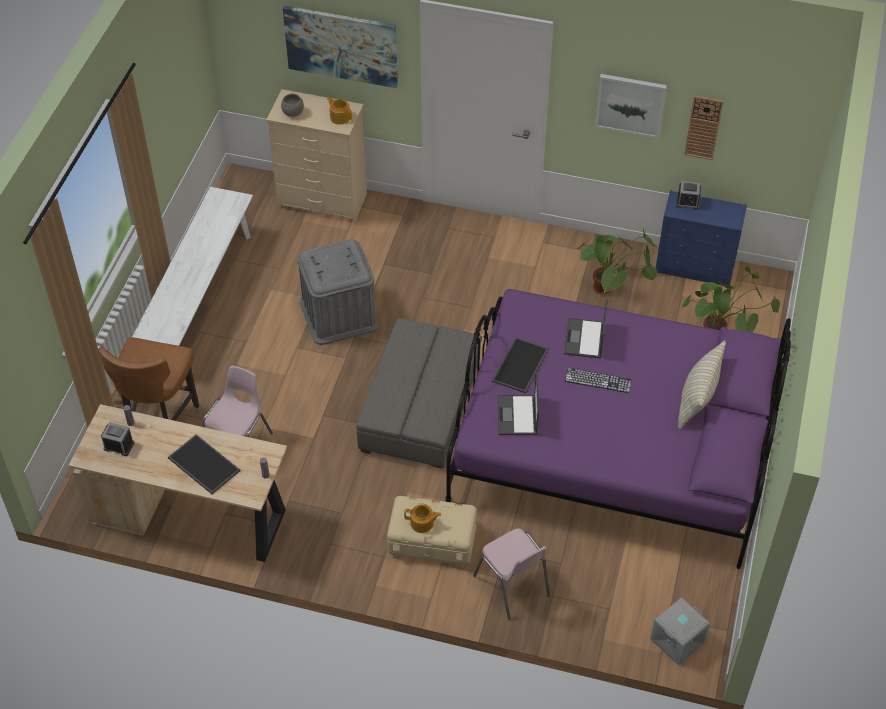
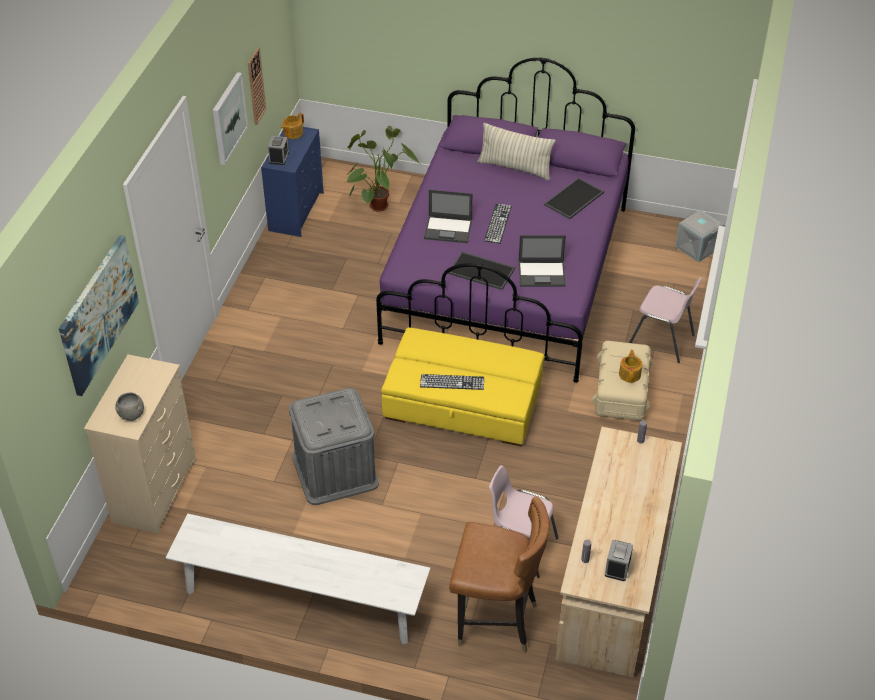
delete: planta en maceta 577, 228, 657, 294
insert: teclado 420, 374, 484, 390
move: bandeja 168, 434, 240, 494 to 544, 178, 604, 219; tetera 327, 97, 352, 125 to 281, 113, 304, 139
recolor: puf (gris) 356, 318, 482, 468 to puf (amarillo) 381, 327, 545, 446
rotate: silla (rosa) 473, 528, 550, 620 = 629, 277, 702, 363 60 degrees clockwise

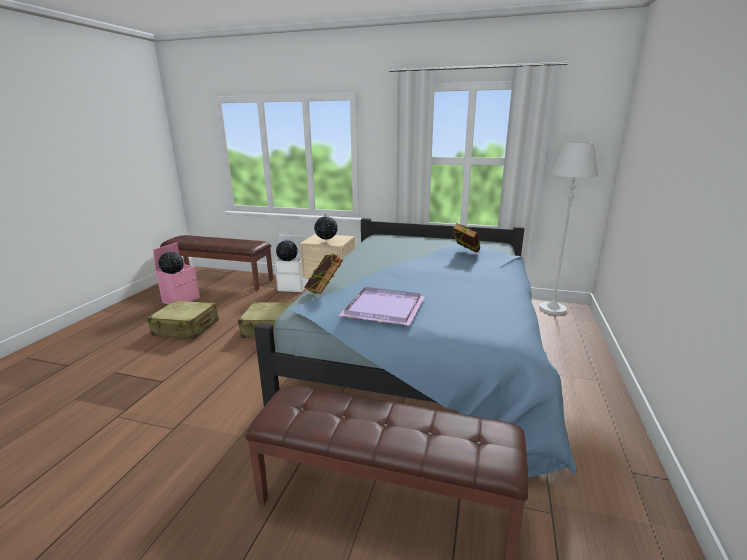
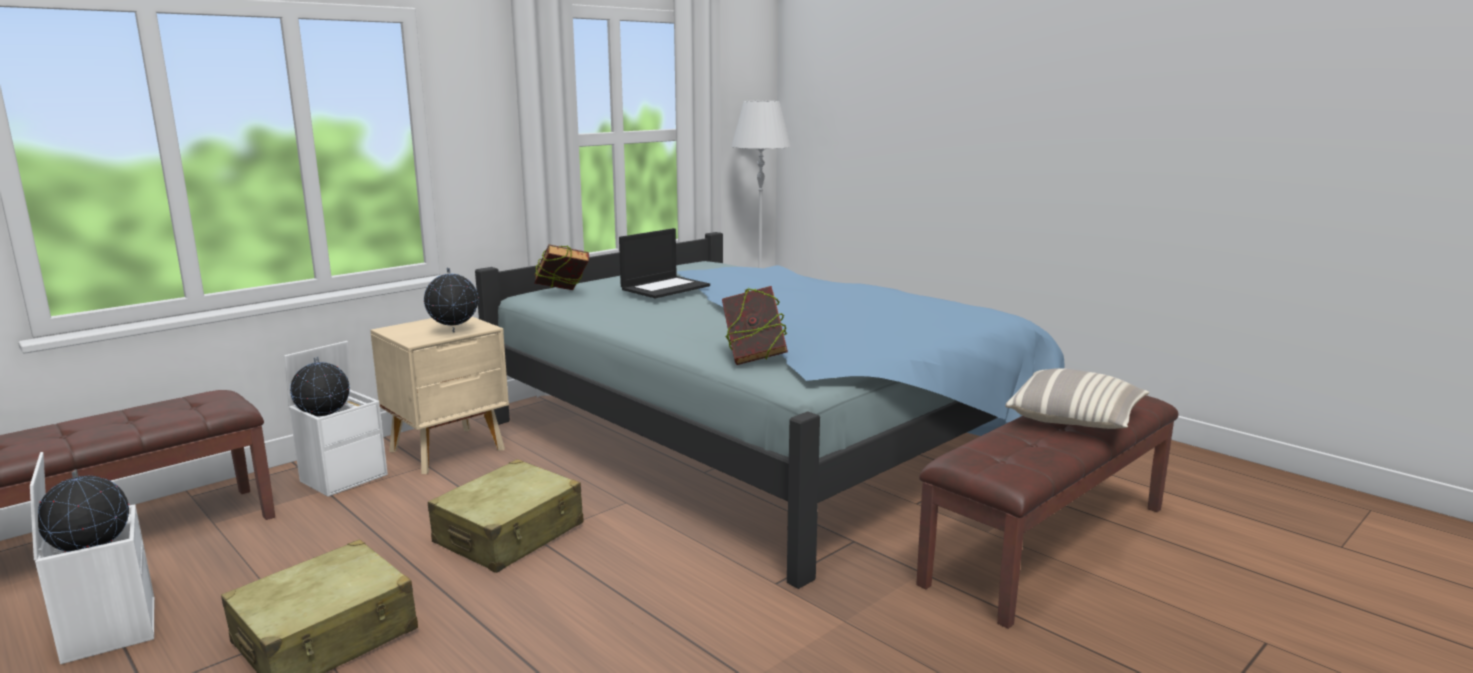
delete: bandeja (morado) 339, 287, 425, 326
insert: portátil 619, 228, 710, 298; cojín 1005, 368, 1149, 429
move: libro 453, 223, 480, 253 to 534, 244, 589, 290
recolor: caja de almacenaje (rosa) 153, 242, 200, 305 to caja de almacenaje (blanco) 30, 452, 154, 664

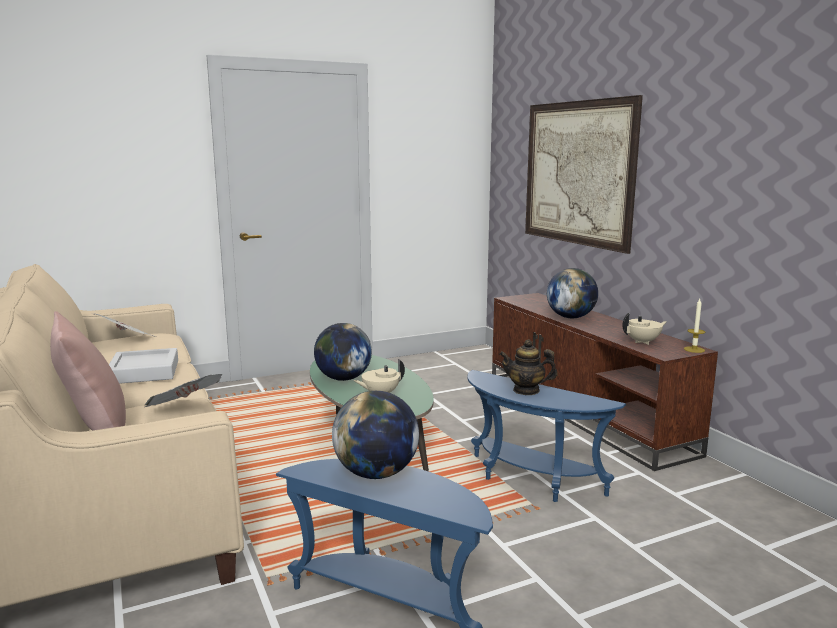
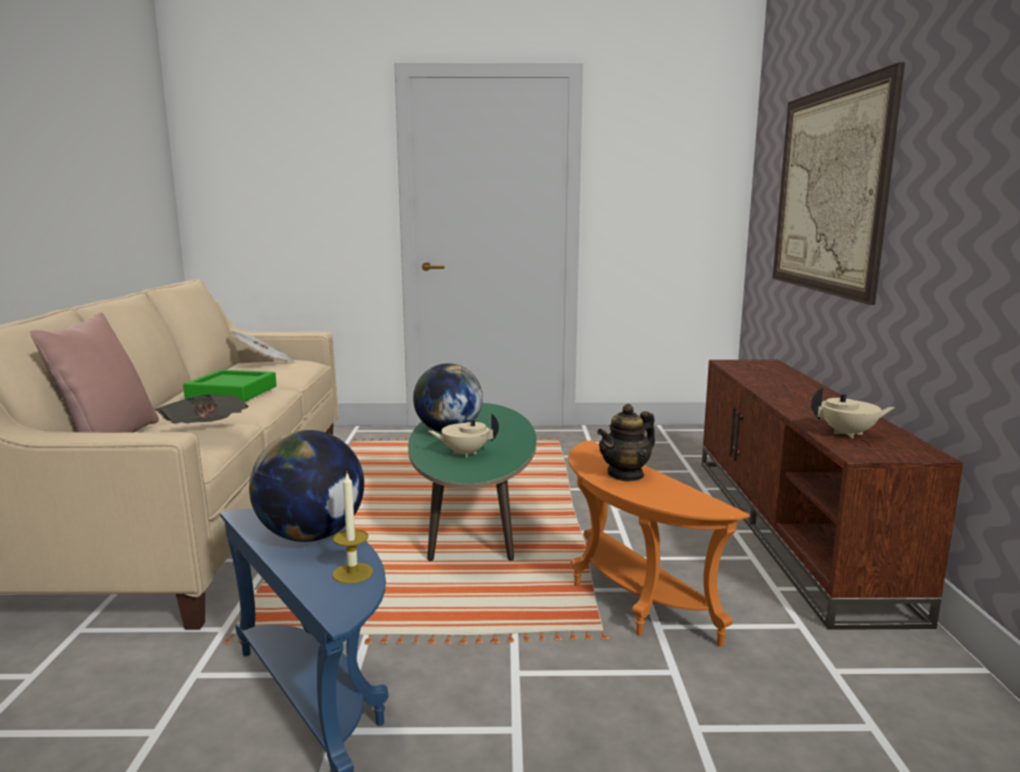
delete: globo terráqueo 547, 268, 598, 318
move: vela 684, 299, 705, 353 to 332, 473, 373, 584
recolor: bandeja (gris) 109, 348, 178, 384 to bandeja (verde) 183, 370, 277, 402; mesa auxiliar (azul) 467, 370, 626, 502 to mesa auxiliar (naranja) 568, 440, 749, 647
rotate: tetera 499, 340, 558, 395 = 597, 404, 655, 482 75 degrees counterclockwise

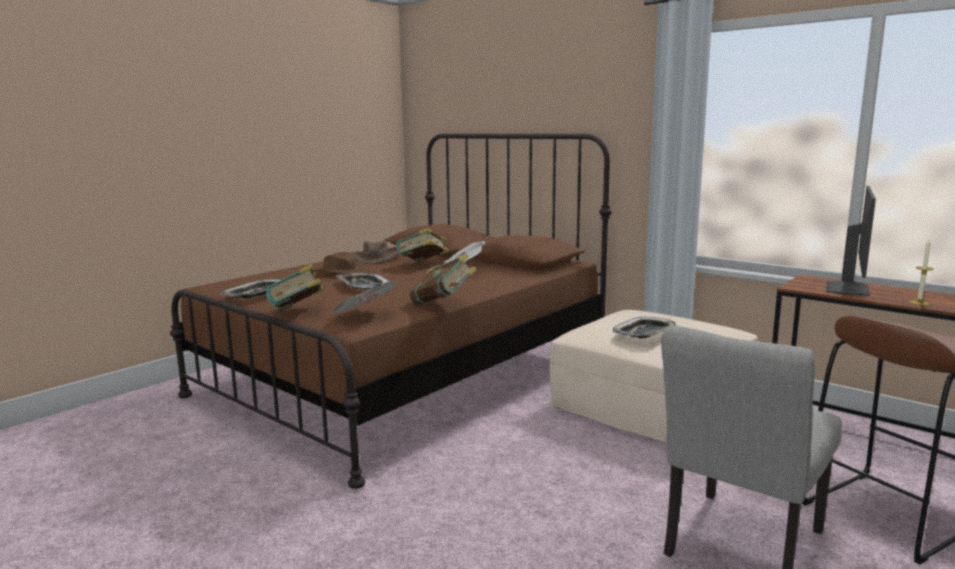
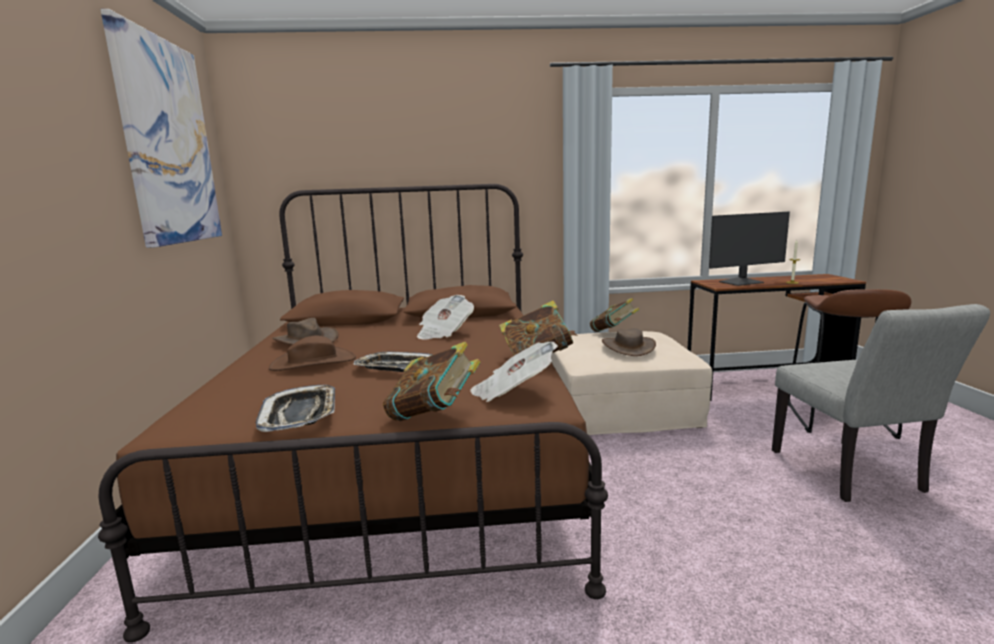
insert: cuadro 101, 9, 222, 248
move: libro 396, 228, 449, 262 to 590, 298, 639, 332
replace: bandeja 613, 317, 676, 339 to sombrero (marrón) 602, 328, 656, 356
rotate: monitor 826, 186, 876, 296 = 709, 212, 790, 286 90 degrees clockwise

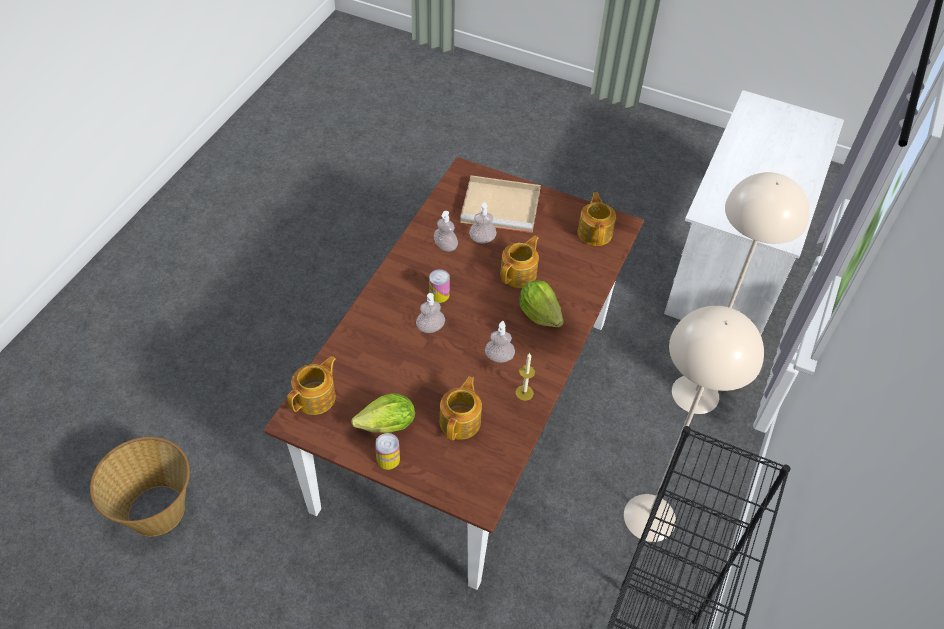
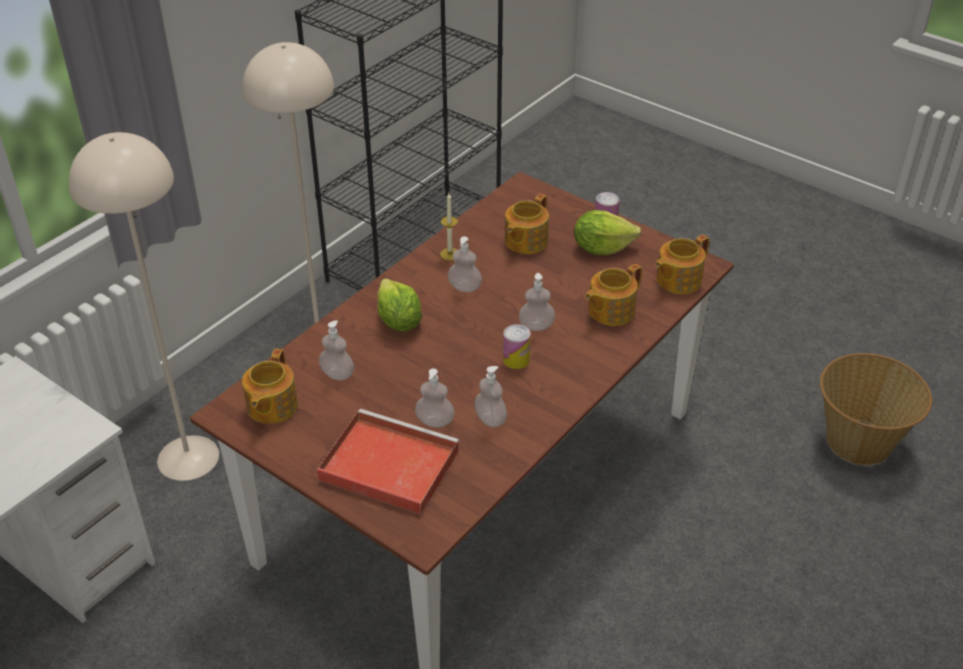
insert: dispensador de jabón 319, 320, 354, 380
move: tetera 500, 236, 539, 288 to 585, 264, 642, 326
recolor: bandeja (beis) 460, 175, 541, 233 to bandeja (rojo) 317, 409, 460, 514

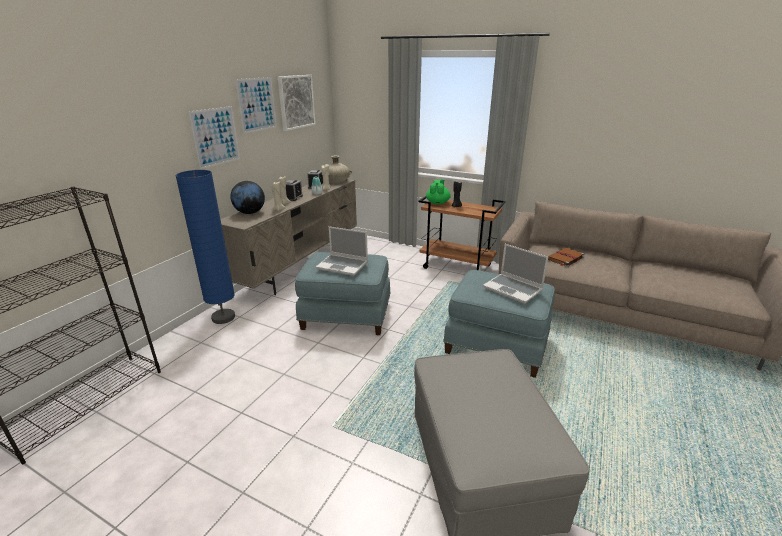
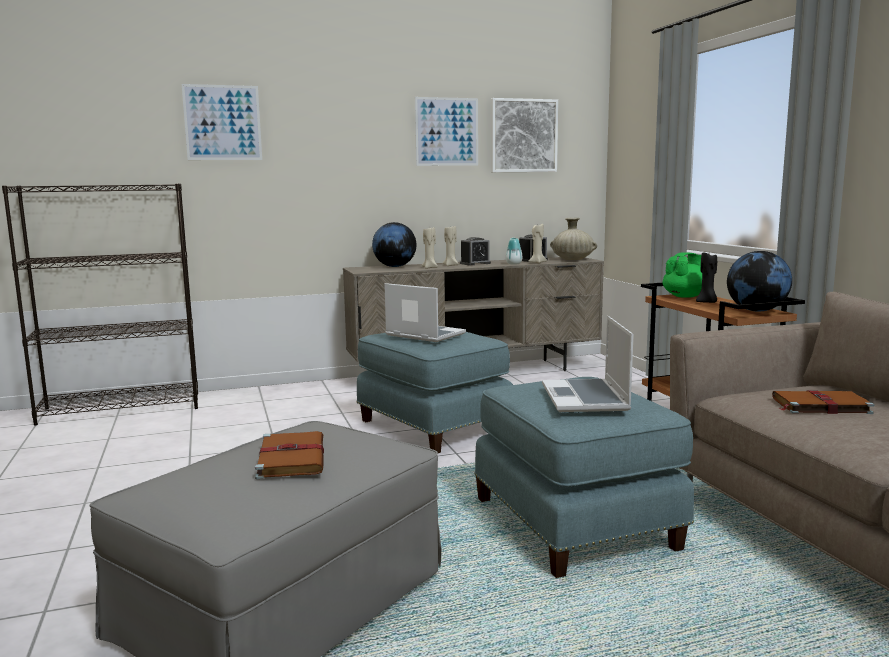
delete: lámpara de pie (azul) 175, 170, 235, 324
insert: libro (marrón) 255, 431, 324, 479; globo terráqueo 727, 251, 792, 312
move: cuadro 188, 106, 240, 169 to 182, 84, 262, 160
rotate: portátil 316, 226, 368, 276 = 384, 283, 466, 342 150 degrees clockwise

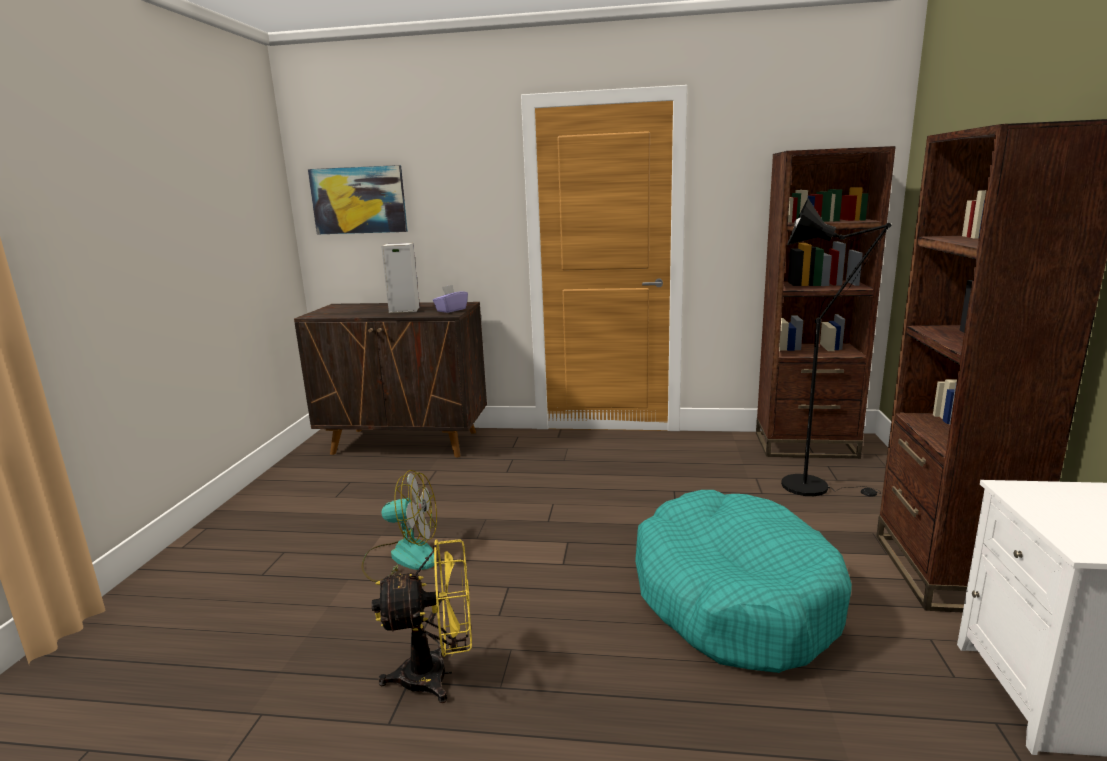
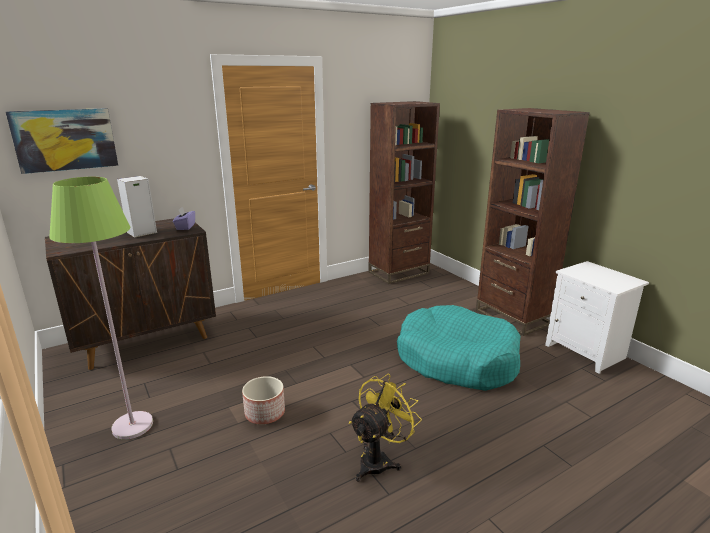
delete: lámpara de pie (negro) 781, 199, 891, 496
insert: lámpara de pie (verde) 50, 177, 153, 440
replace: ventilador 362, 470, 437, 582 to maceta 242, 376, 285, 424

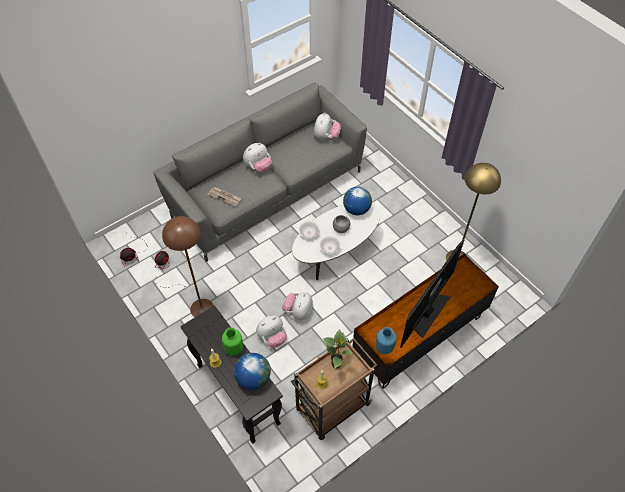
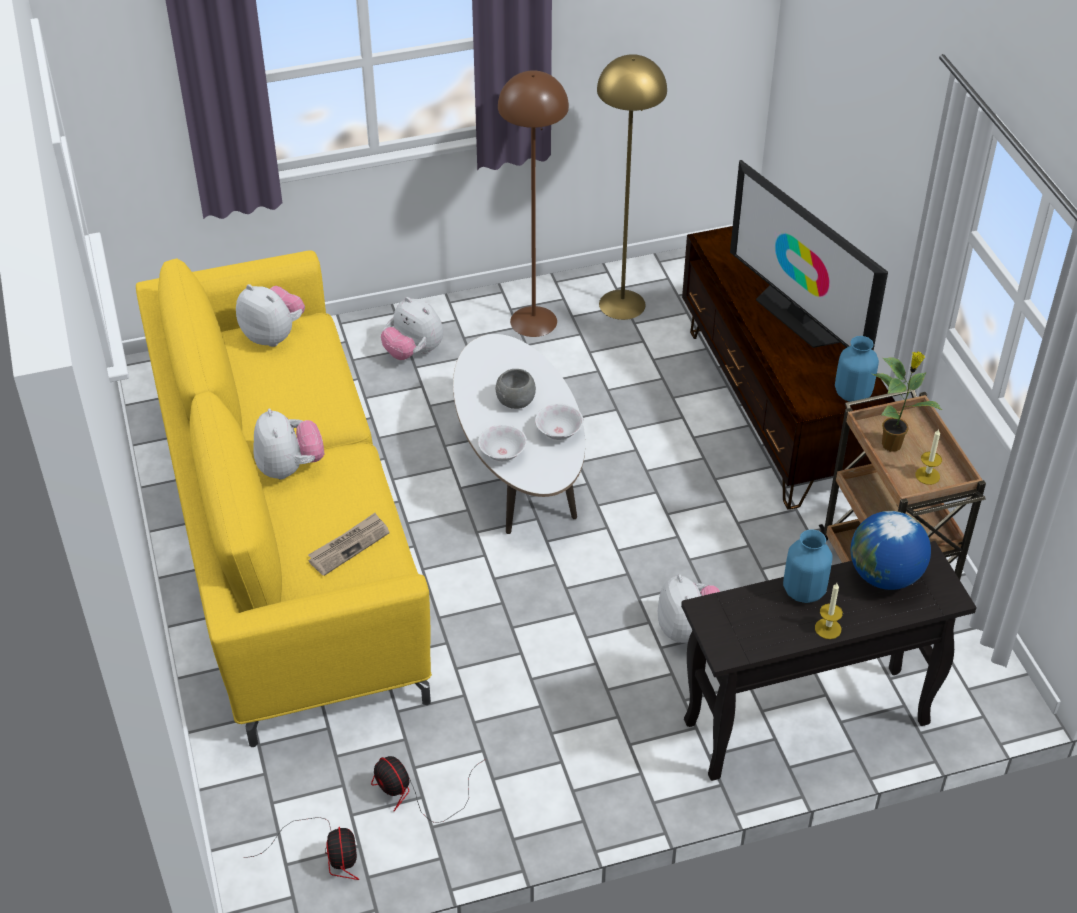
delete: globo terráqueo 343, 187, 372, 215
move: lámpara de pie (marrón) 162, 216, 214, 317 to 498, 70, 569, 337; peluche 282, 292, 313, 320 to 381, 297, 443, 360
recolor: sofá (gris) 153, 83, 367, 262 to sofá (amarillo) 136, 250, 432, 747; florero (verde) 222, 327, 243, 356 to florero (azul) 783, 529, 833, 603

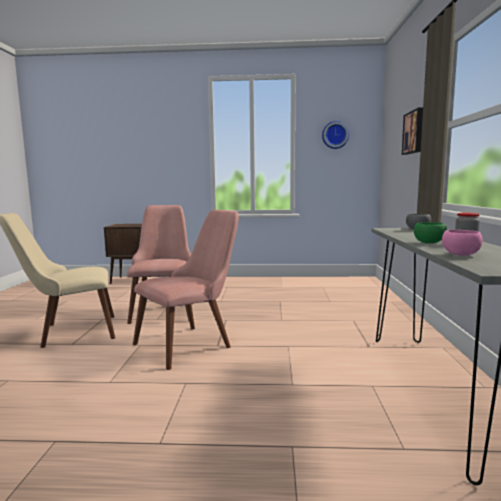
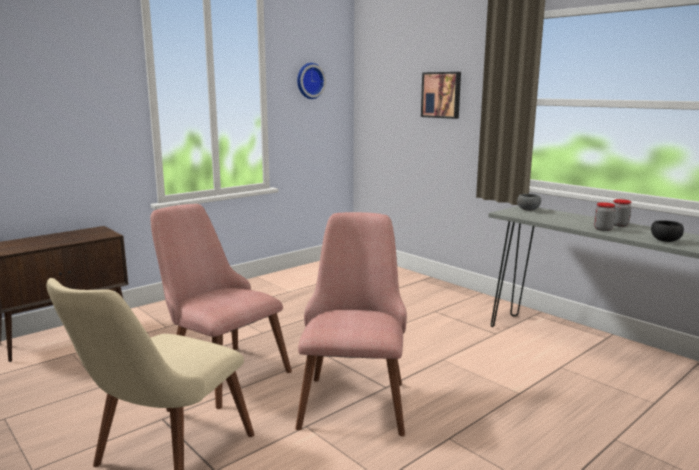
replace: cuenco (verde) 414, 222, 447, 244 to tarro 594, 202, 615, 231
recolor: cuenco (rosa) 442, 229, 483, 256 to cuenco (negro) 651, 220, 684, 242

